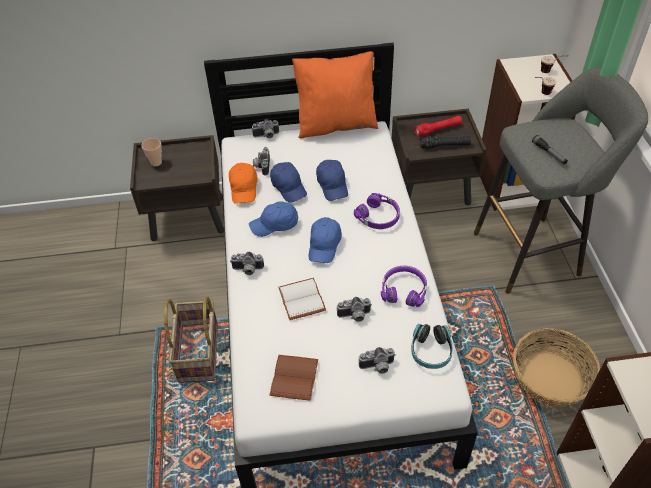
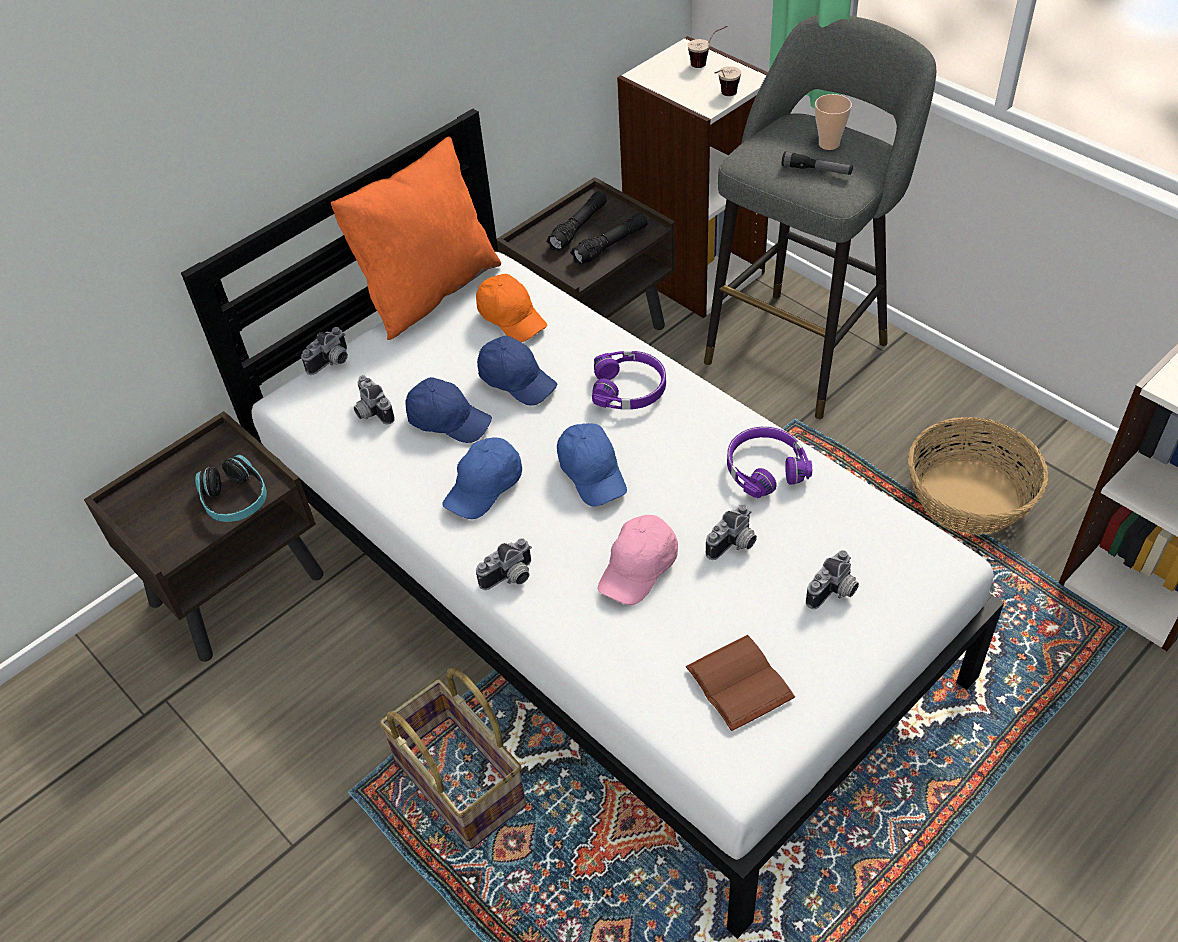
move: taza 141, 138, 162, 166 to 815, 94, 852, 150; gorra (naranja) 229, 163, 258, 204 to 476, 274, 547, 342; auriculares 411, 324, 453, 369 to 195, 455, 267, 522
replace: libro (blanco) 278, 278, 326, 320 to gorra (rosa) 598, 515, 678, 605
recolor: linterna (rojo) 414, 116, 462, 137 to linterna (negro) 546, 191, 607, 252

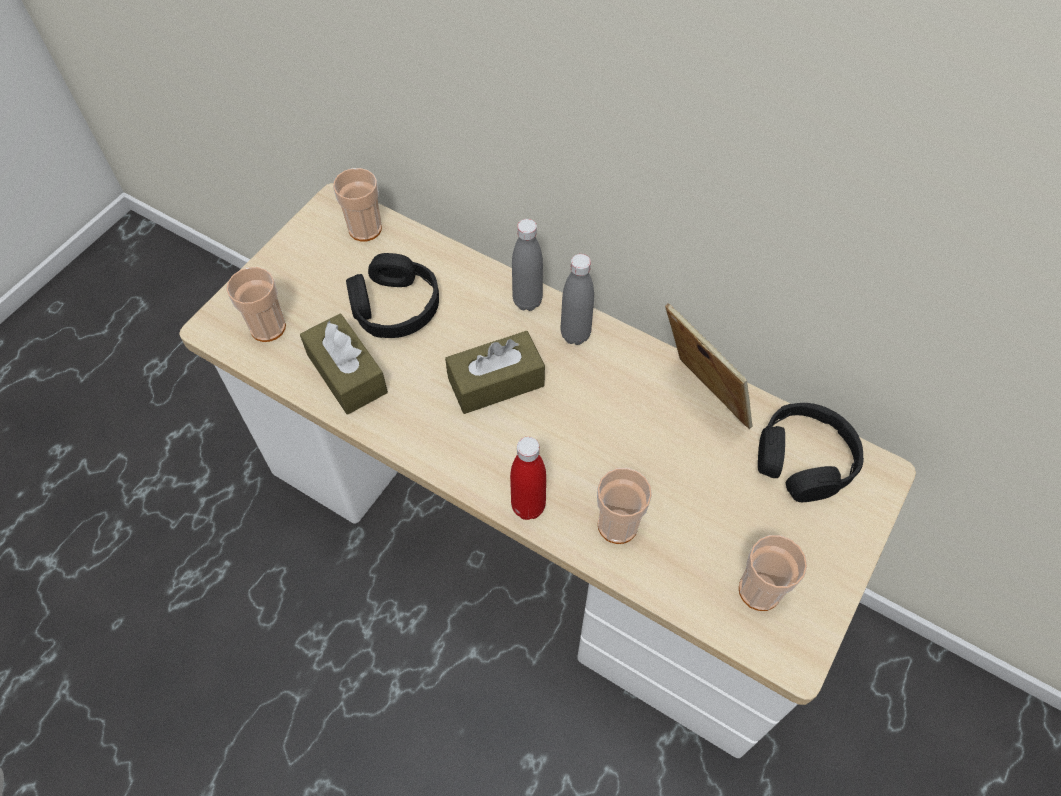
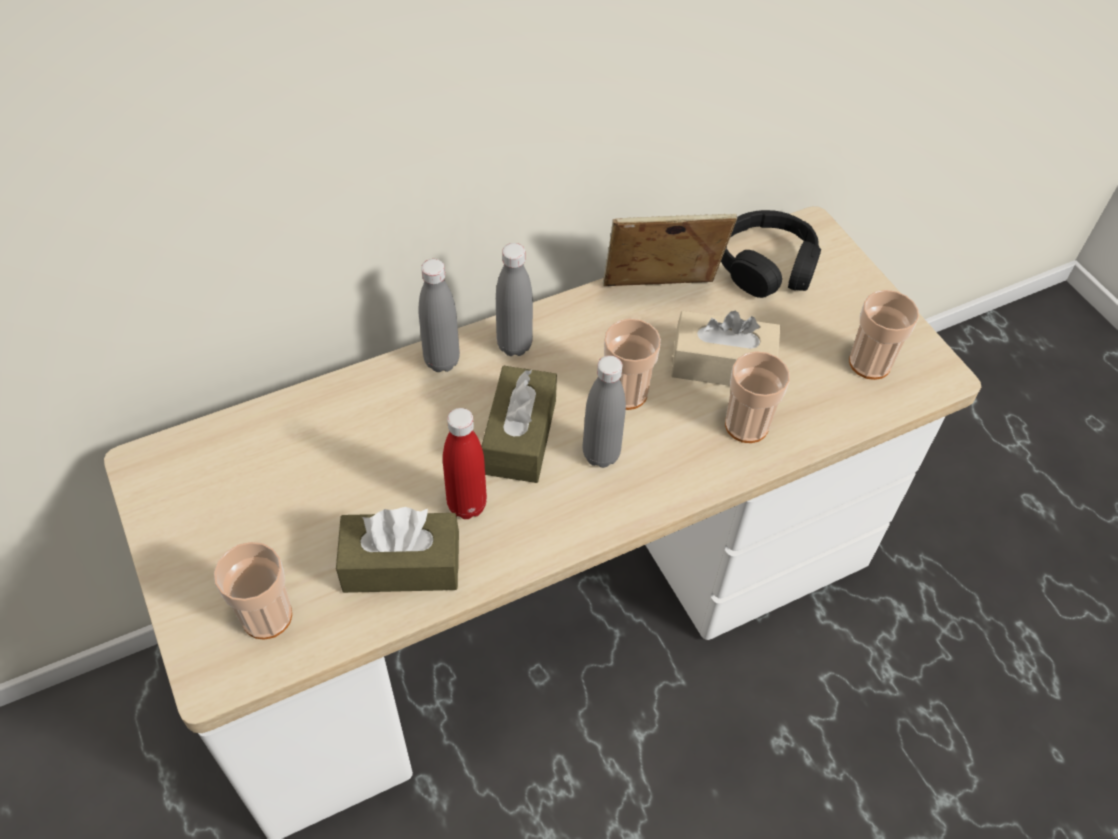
delete: auriculares (negro) 346, 253, 439, 338
insert: botella (gris) 583, 355, 626, 468; caja de pañuelos (beis) 671, 311, 780, 386
move: taza 333, 168, 382, 241 to 604, 319, 661, 410; botella (rojo) 510, 437, 546, 520 to 443, 408, 487, 519

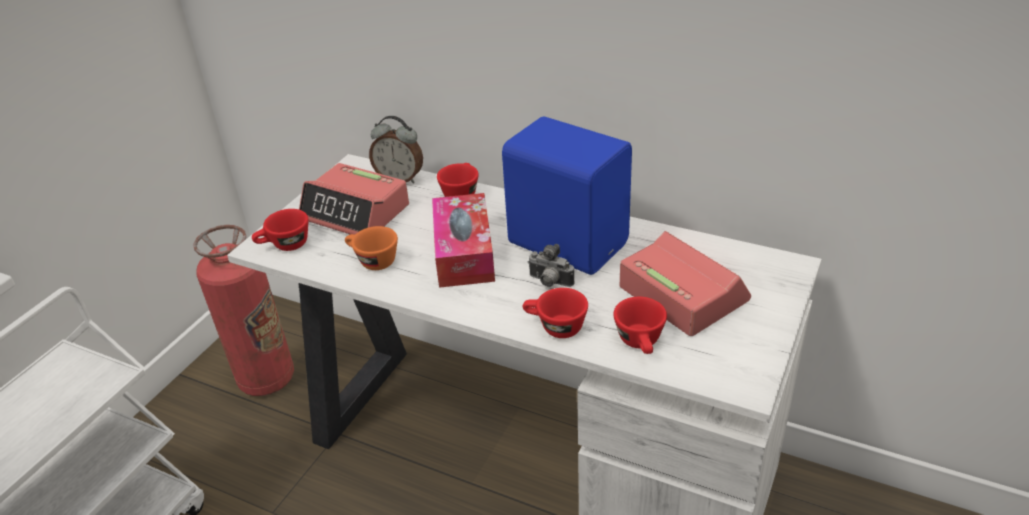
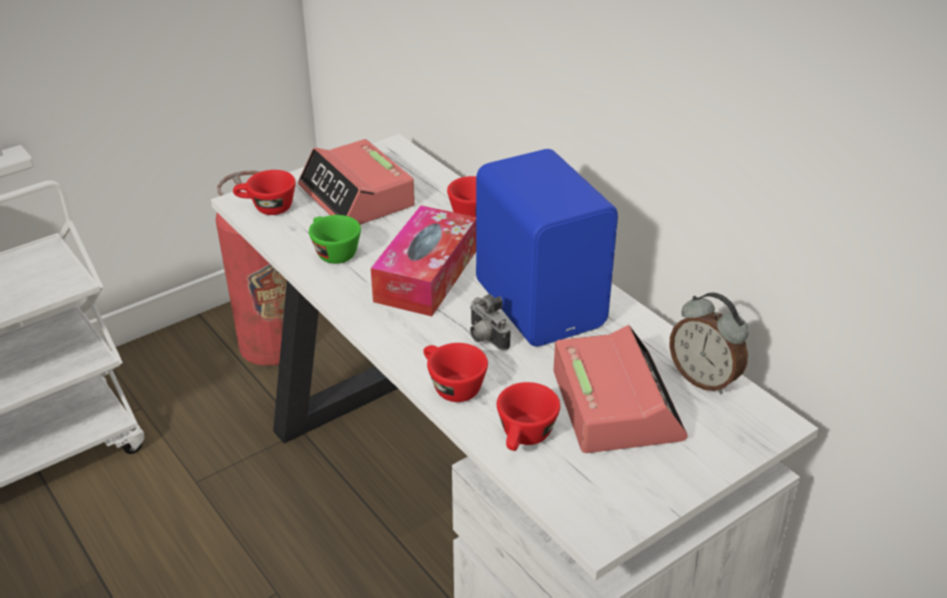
move: despertador 369, 116, 423, 184 to 669, 292, 749, 394
recolor: taza (naranja) 345, 226, 398, 270 to taza (verde) 309, 215, 361, 264

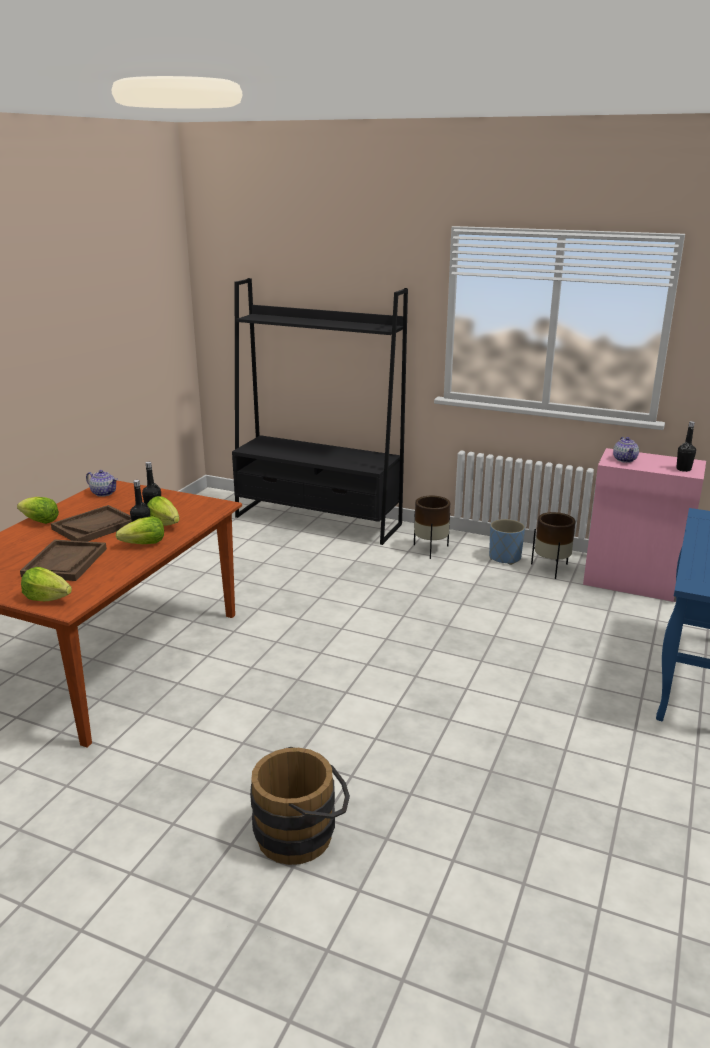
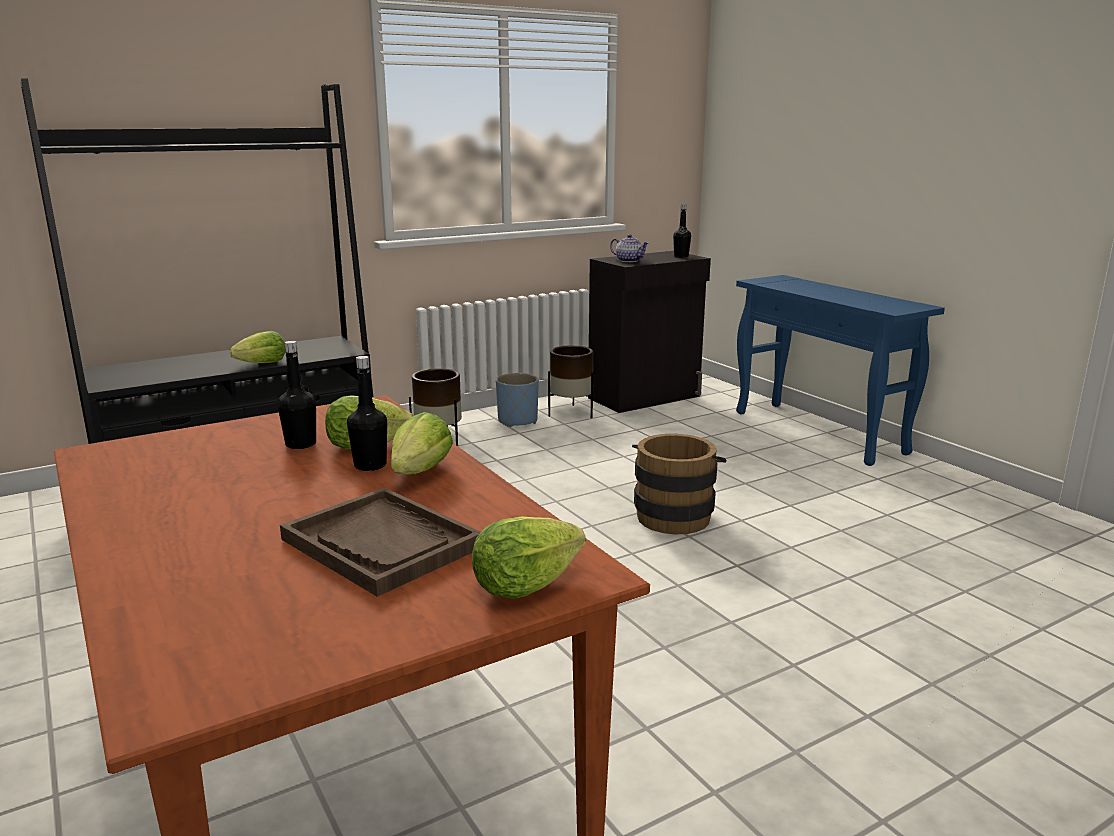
delete: bandeja (marrón) 51, 505, 132, 542; tetera 86, 470, 118, 497
move: lechuga 17, 497, 59, 524 to 230, 331, 285, 363; cubo (marrón) 250, 747, 350, 865 to 632, 434, 726, 534
recolor: armario (rosa) 583, 448, 706, 602 to armario (negro) 588, 251, 711, 413

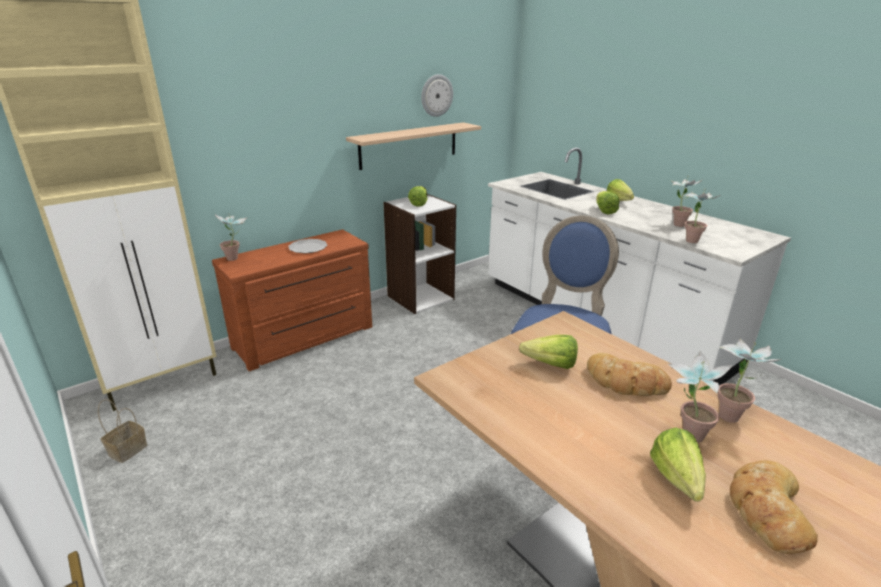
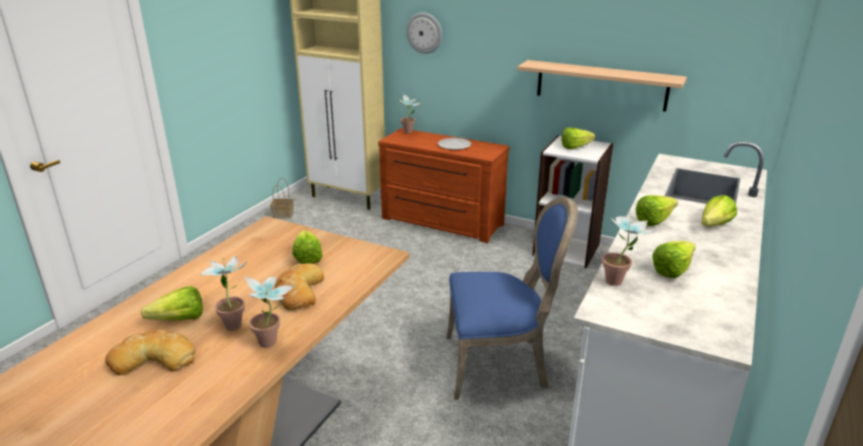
move: reloj de pared 421, 74, 453, 117 to 406, 12, 442, 54
replace: planta en maceta 671, 176, 703, 227 to lechuga 652, 241, 696, 278

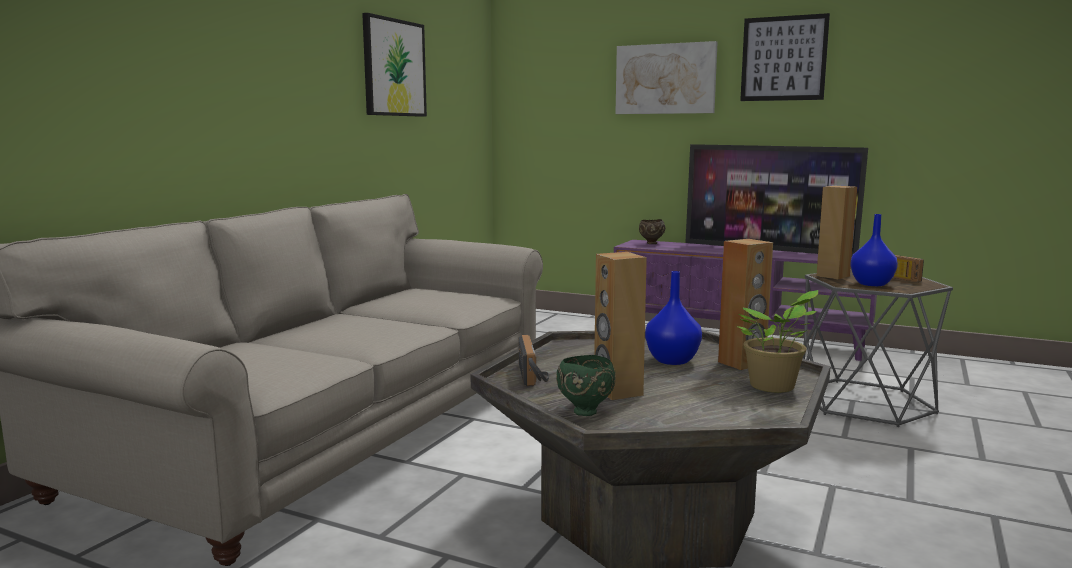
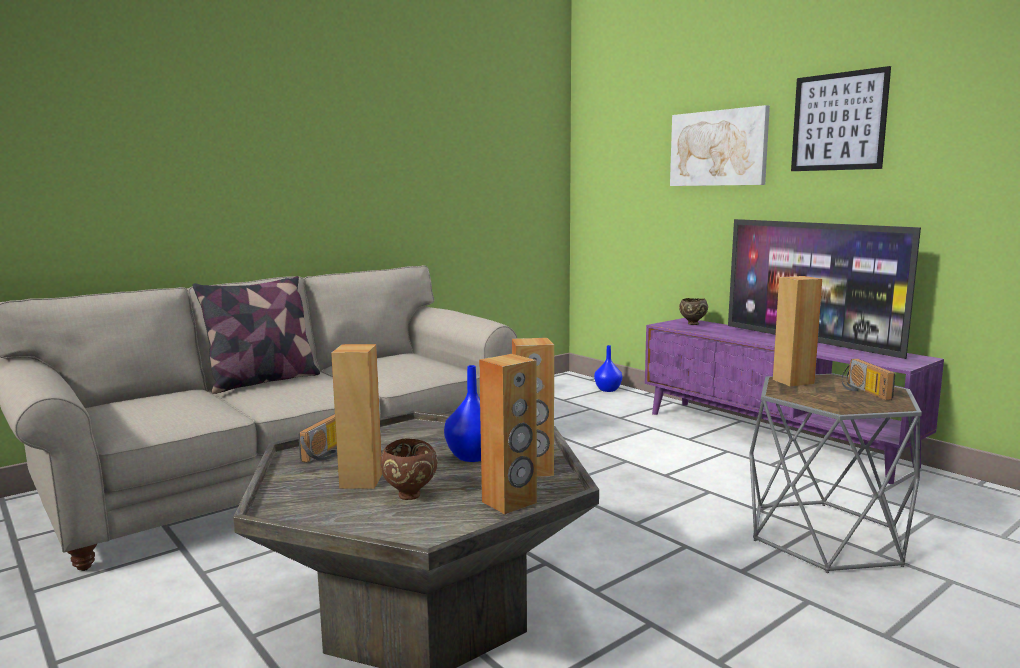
delete: cuadro 362, 13, 427, 117; cuenco (verde) 556, 355, 616, 416
insert: cojín 192, 276, 320, 394; cuenco (marrón) 381, 438, 438, 500
move: florero (azul) 850, 214, 898, 286 to 594, 345, 622, 392
replace: planta en maceta 736, 290, 818, 393 to altavoz (marrón) 479, 354, 537, 514

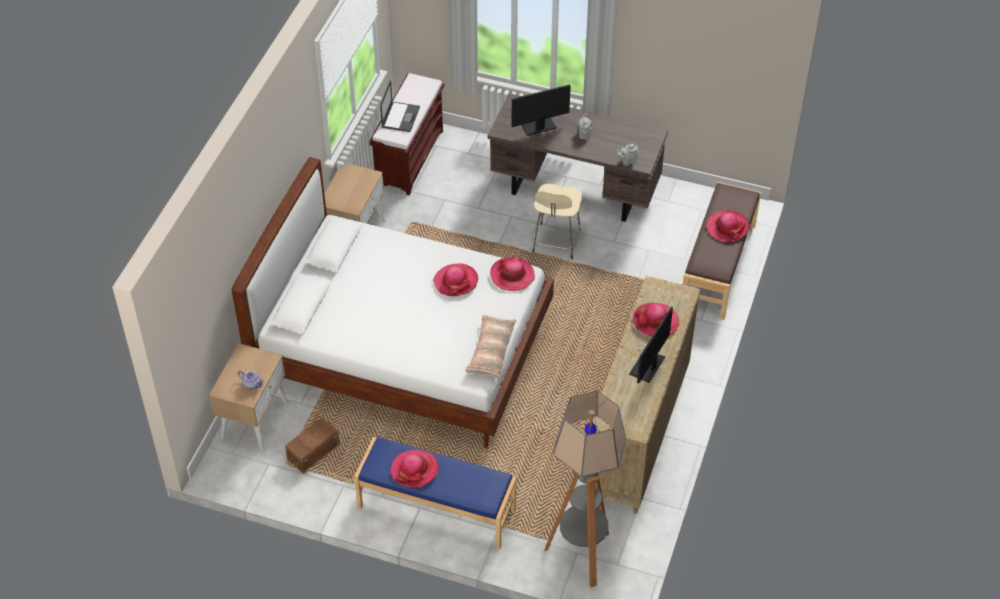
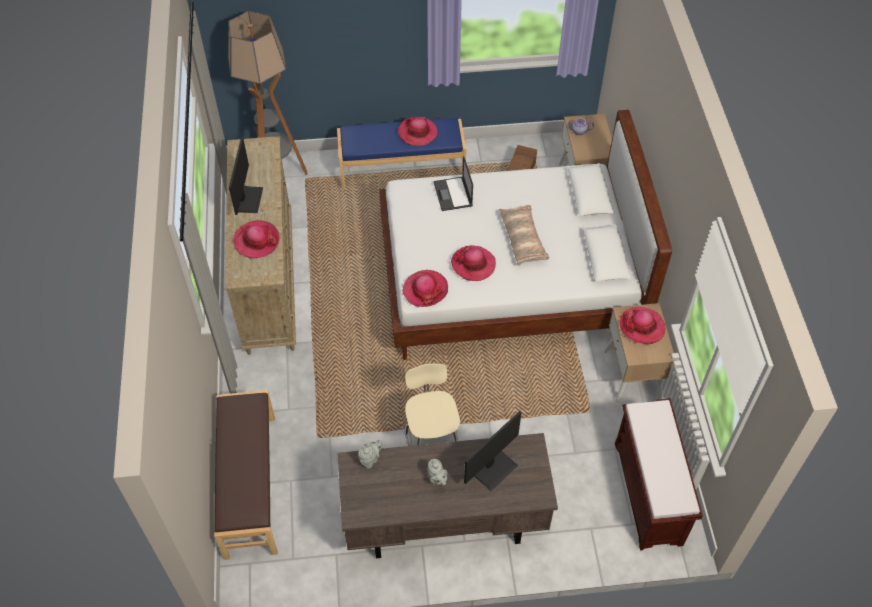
move: portátil 380, 80, 420, 132 to 434, 155, 473, 211; cojín 466, 315, 516, 379 to 499, 205, 549, 266; sombrero 707, 210, 750, 242 to 620, 307, 666, 344

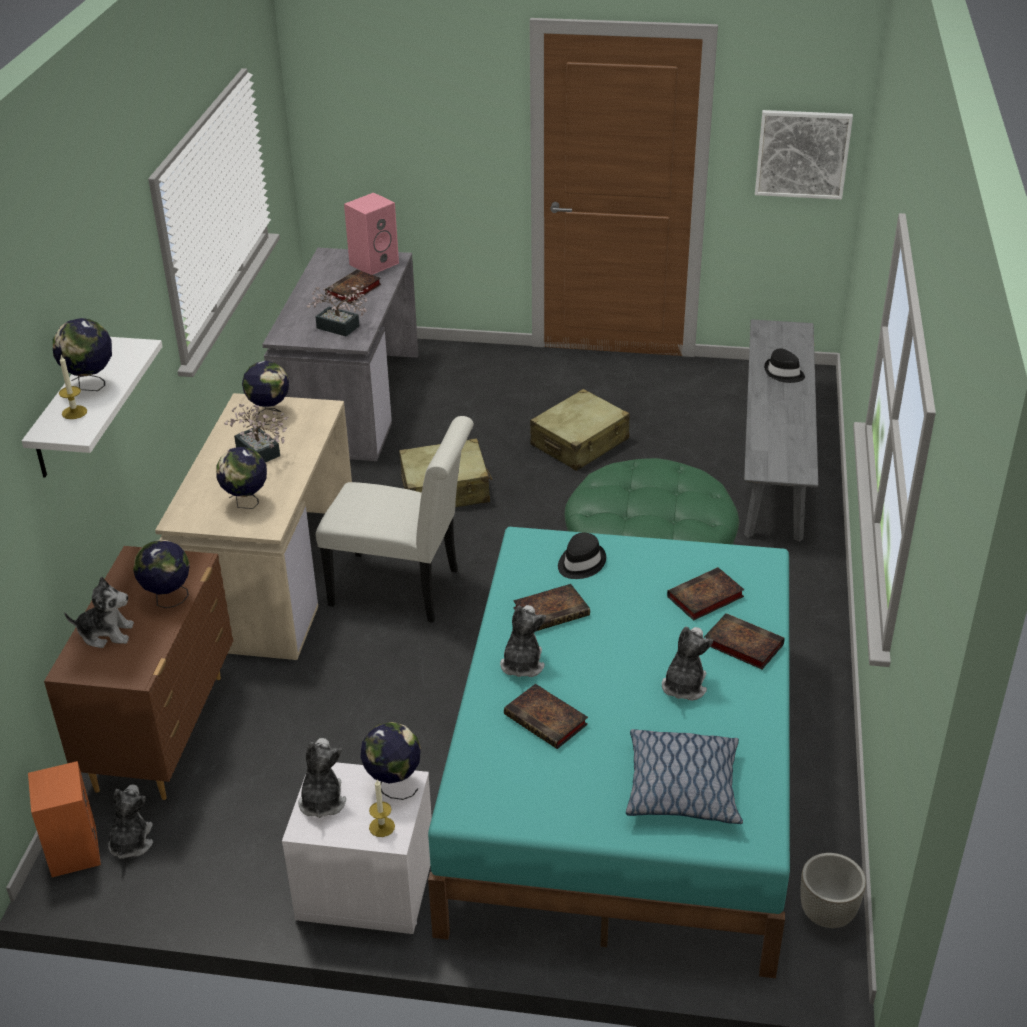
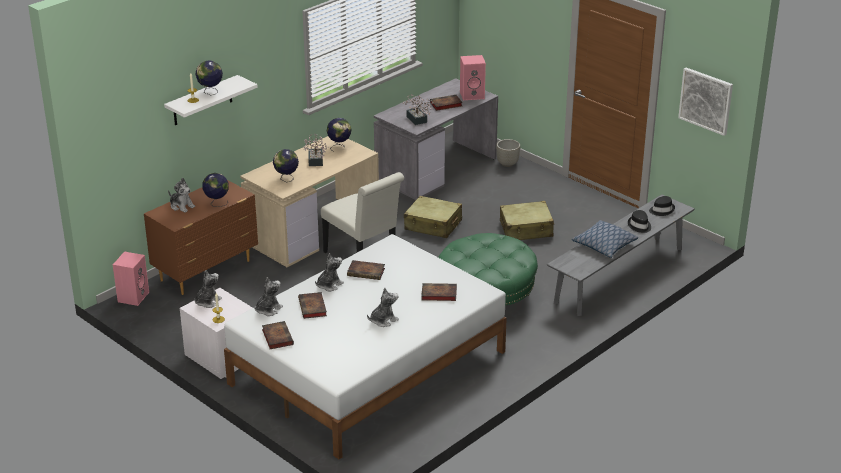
delete: globo terráqueo 360, 722, 421, 800
move: peluche 108, 784, 153, 859 to 254, 277, 283, 316; sombrero (negro) 558, 533, 606, 579 to 649, 196, 675, 216; cojín 626, 729, 743, 824 to 572, 220, 638, 258; libro 704, 613, 785, 669 to 262, 321, 294, 349; maceta (gris) 800, 853, 866, 928 to 496, 139, 520, 167
recolor: altavoz (naranja) 28, 761, 101, 877 to altavoz (rosa) 113, 251, 149, 306; cama (turquesa) 428, 527, 790, 978 to cama (blanco) 224, 234, 507, 459

